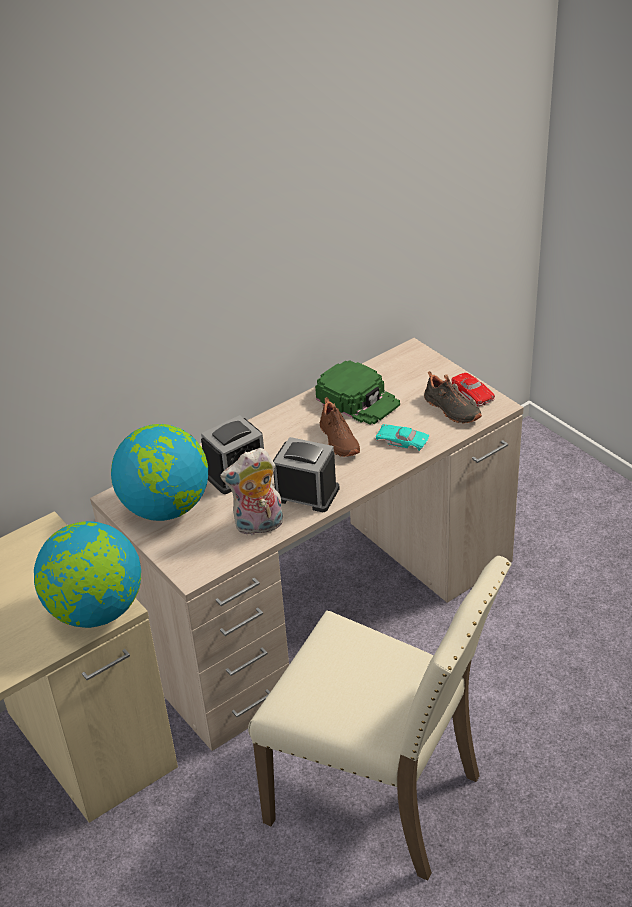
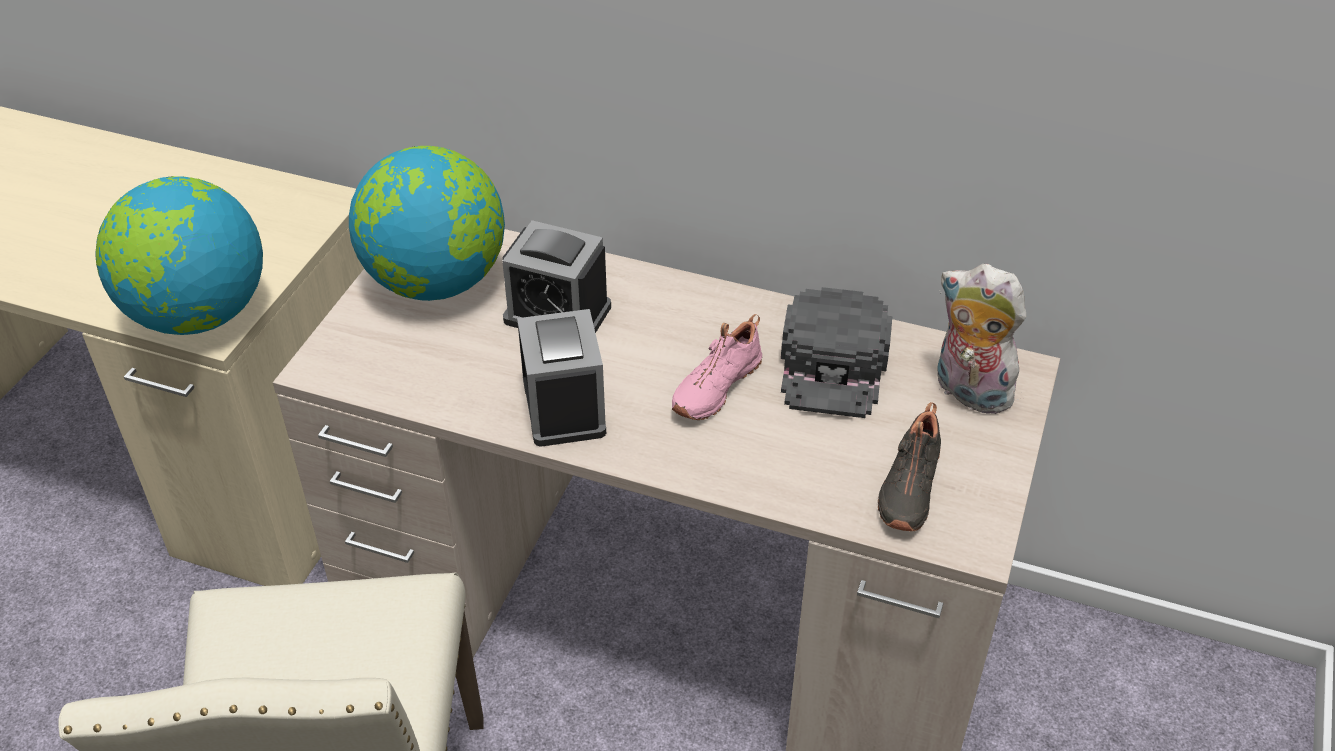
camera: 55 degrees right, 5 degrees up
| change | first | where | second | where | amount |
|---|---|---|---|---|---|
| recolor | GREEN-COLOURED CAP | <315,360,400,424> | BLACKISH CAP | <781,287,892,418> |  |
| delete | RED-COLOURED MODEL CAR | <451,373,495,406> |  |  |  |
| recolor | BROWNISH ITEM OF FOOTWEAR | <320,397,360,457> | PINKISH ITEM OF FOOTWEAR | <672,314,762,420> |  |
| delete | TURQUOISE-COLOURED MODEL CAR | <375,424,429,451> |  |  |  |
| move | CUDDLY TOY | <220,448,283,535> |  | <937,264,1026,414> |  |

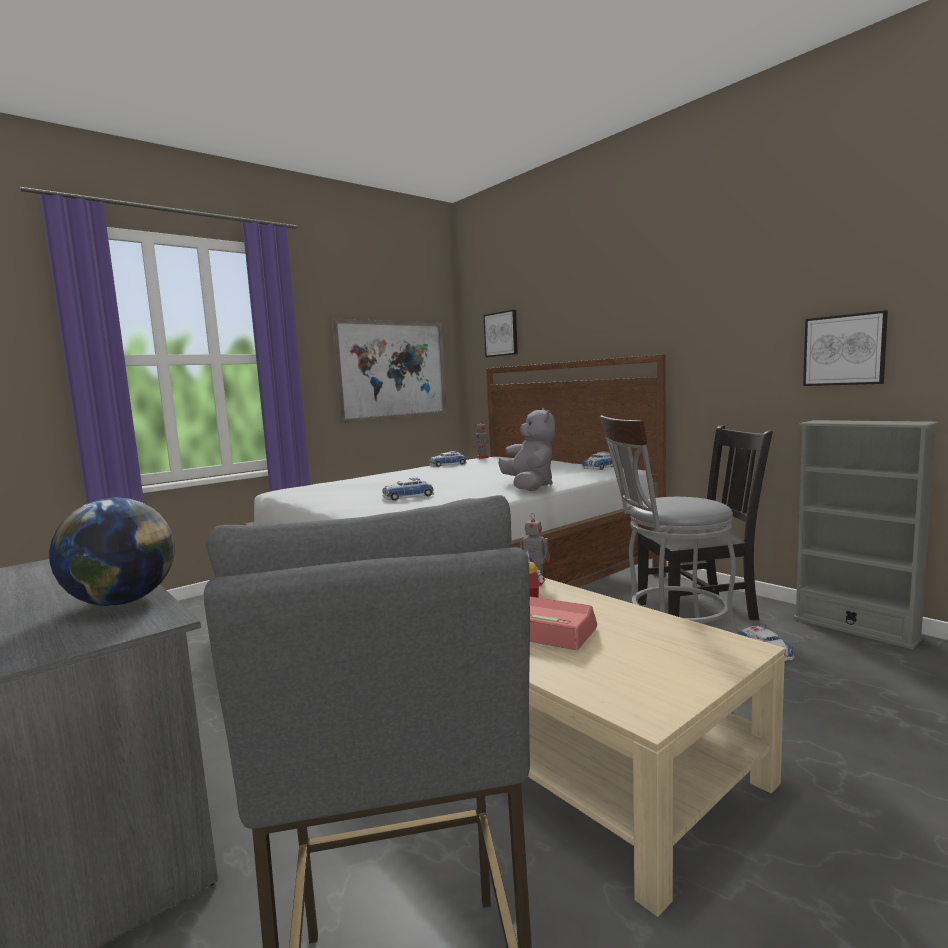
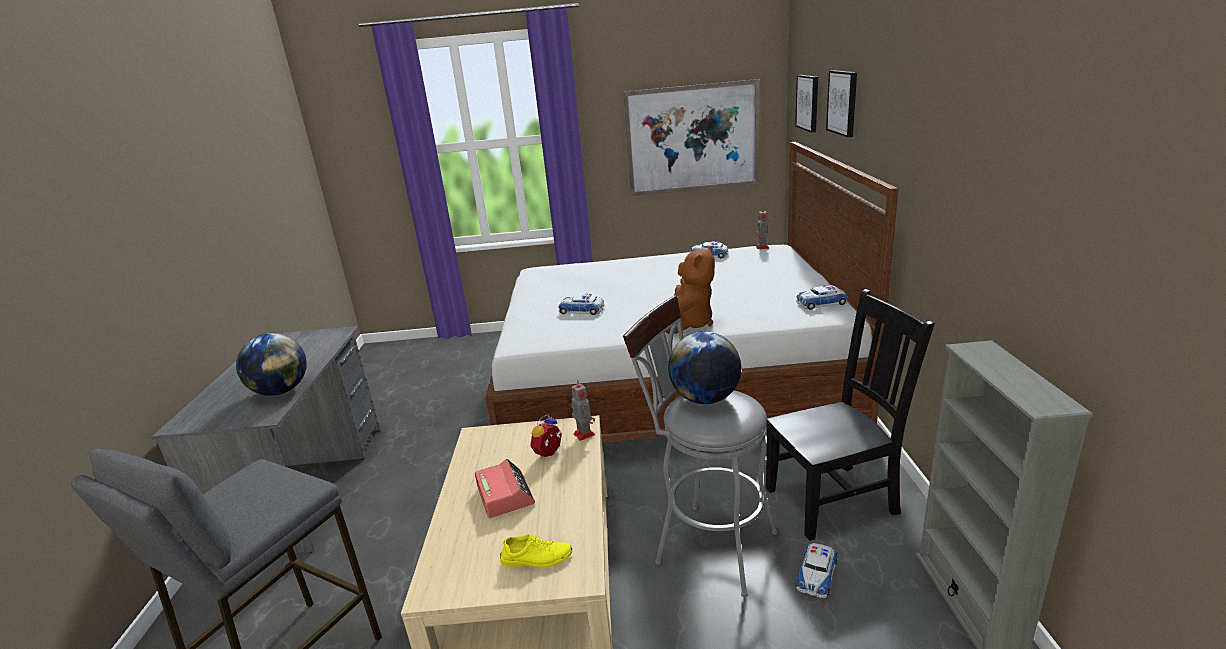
camera: 40 degrees right, 15 degrees up
| change | first | where | second | where | amount |
|---|---|---|---|---|---|
| move | WALL PICTURE | <803,310,888,386> |  | <826,70,857,137> |  |
| recolor | GREY CUDDLY TOY | <499,408,555,491> | BROWNISH CUDDLY TOY | <665,246,715,334> |  |
| rotate | BLACKISH UPRIGHT CHAIR | <637,425,773,620> |  | <766,289,935,541> | 45 degrees counterclockwise |
| insert |  |  | WORLD GLOBE | <668,331,742,404> |  |
| insert |  |  | YELLOW ITEM OF FOOTWEAR | <500,534,572,568> |  |

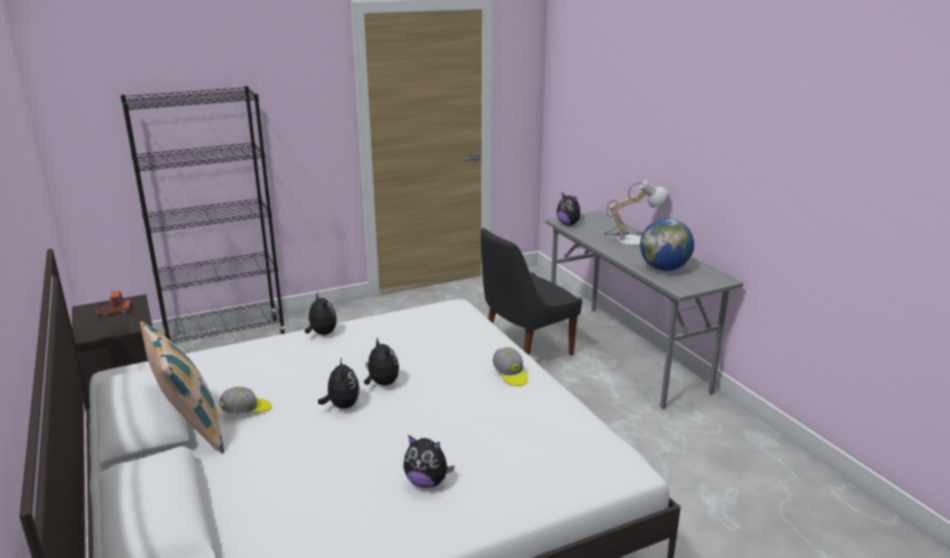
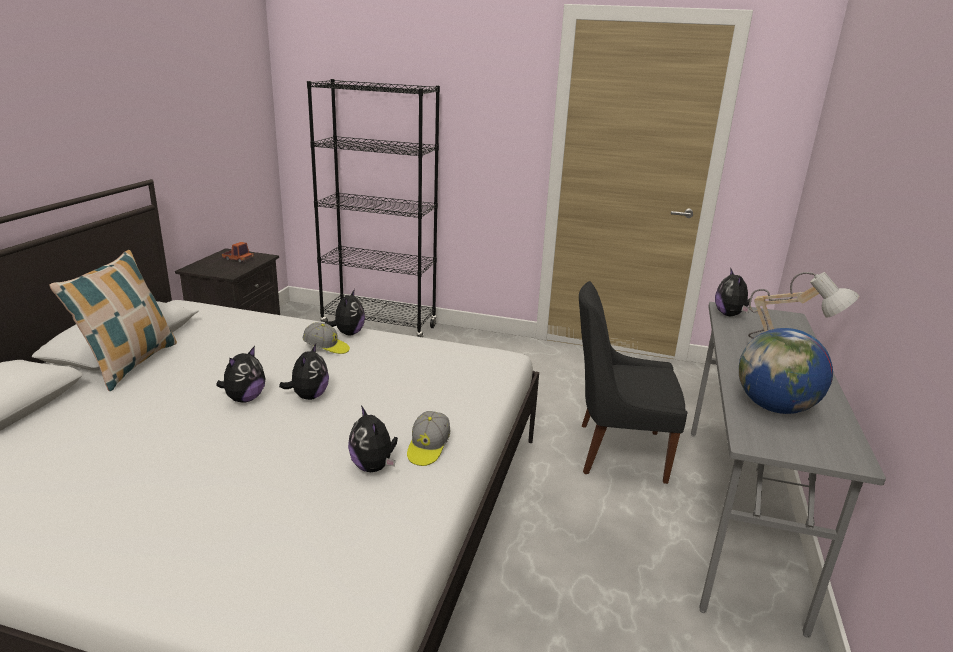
camera: 40 degrees right, 0 degrees up
| change | first | where | second | where | amount |
|---|---|---|---|---|---|
| move | CAP | <220,387,272,413> |  | <302,322,350,354> |  |
| move | CUDDLY TOY | <403,435,455,488> |  | <348,405,398,472> |  |

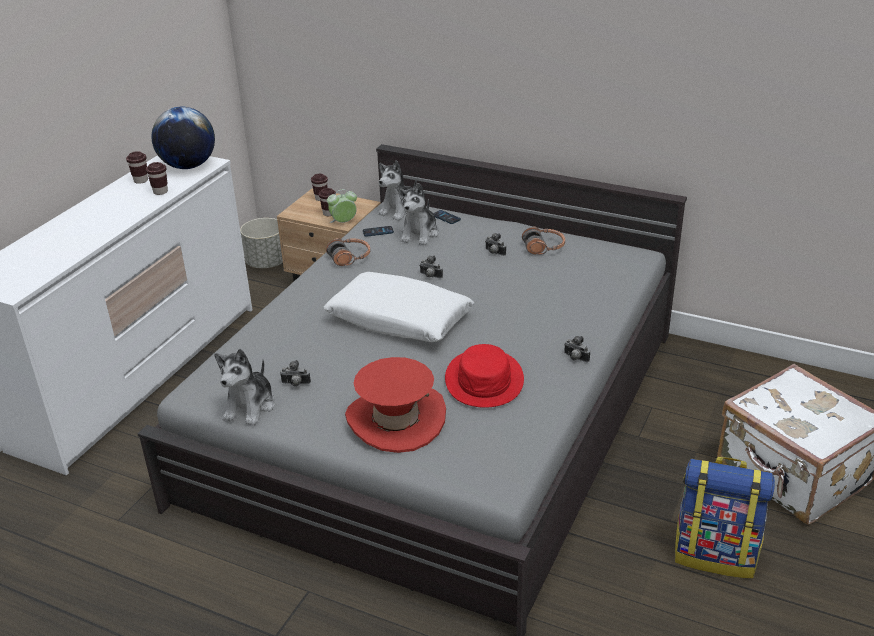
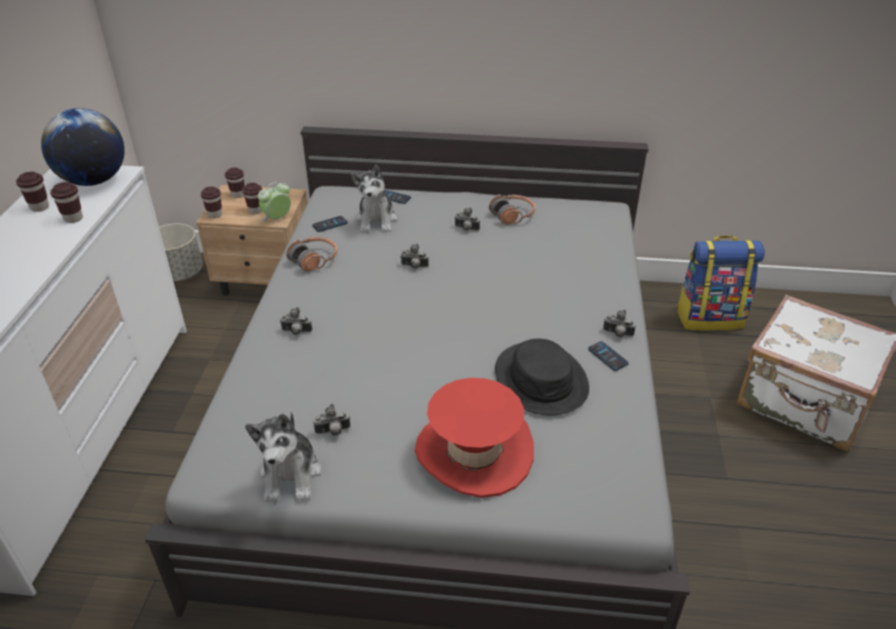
camera: 20 degrees left, 5 degrees up
| change | first | where | second | where | amount |
|---|---|---|---|---|---|
| delete | CUDDLY TOY | <378,160,417,221> |  |  |  |
| delete | WHITE CUSHION | <324,272,474,342> |  |  |  |
| recolor | RED-COLOURED WEARABLE HAT | <445,344,524,408> | BLACKISH WEARABLE HAT | <495,339,589,415> |  |
| move | BACKPACK | <675,457,775,578> |  | <676,236,765,331> |  |
| insert |  |  | BROWNISH CUP | <200,186,222,218> |  |
| insert |  |  | PHOTO CAMERA | <280,307,312,335> |  |
| insert |  |  | TELEPHONE | <588,341,629,371> |  |

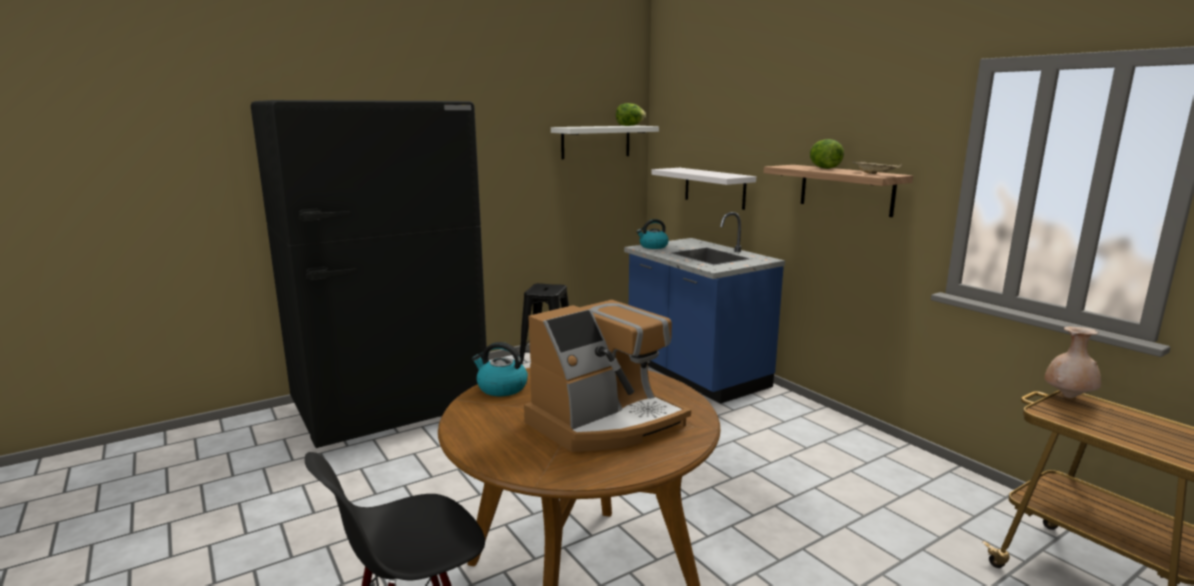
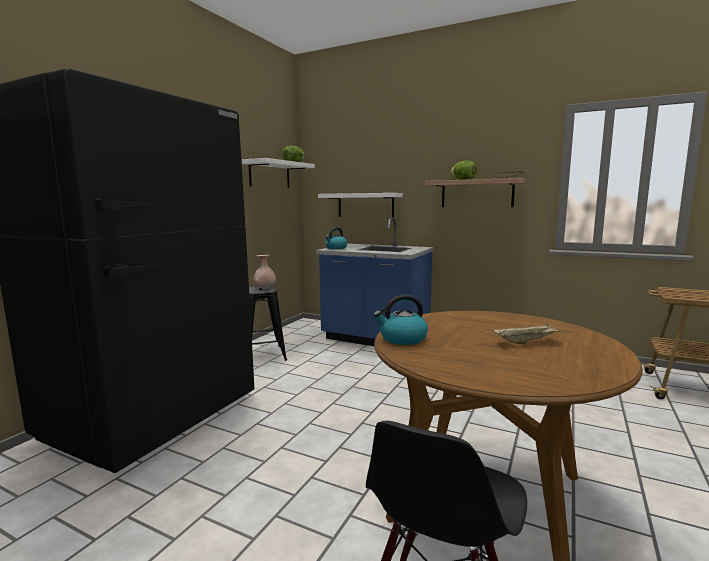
camera: 30 degrees left, 5 degrees down
| change | first | where | second | where | amount |
|---|---|---|---|---|---|
| replace | COFFEE MACHINE | <524,300,691,452> | BEIGE TRAY | <493,323,562,344> |  |
| move | BEIGE VASE | <1045,326,1101,398> |  | <253,255,276,289> |  |

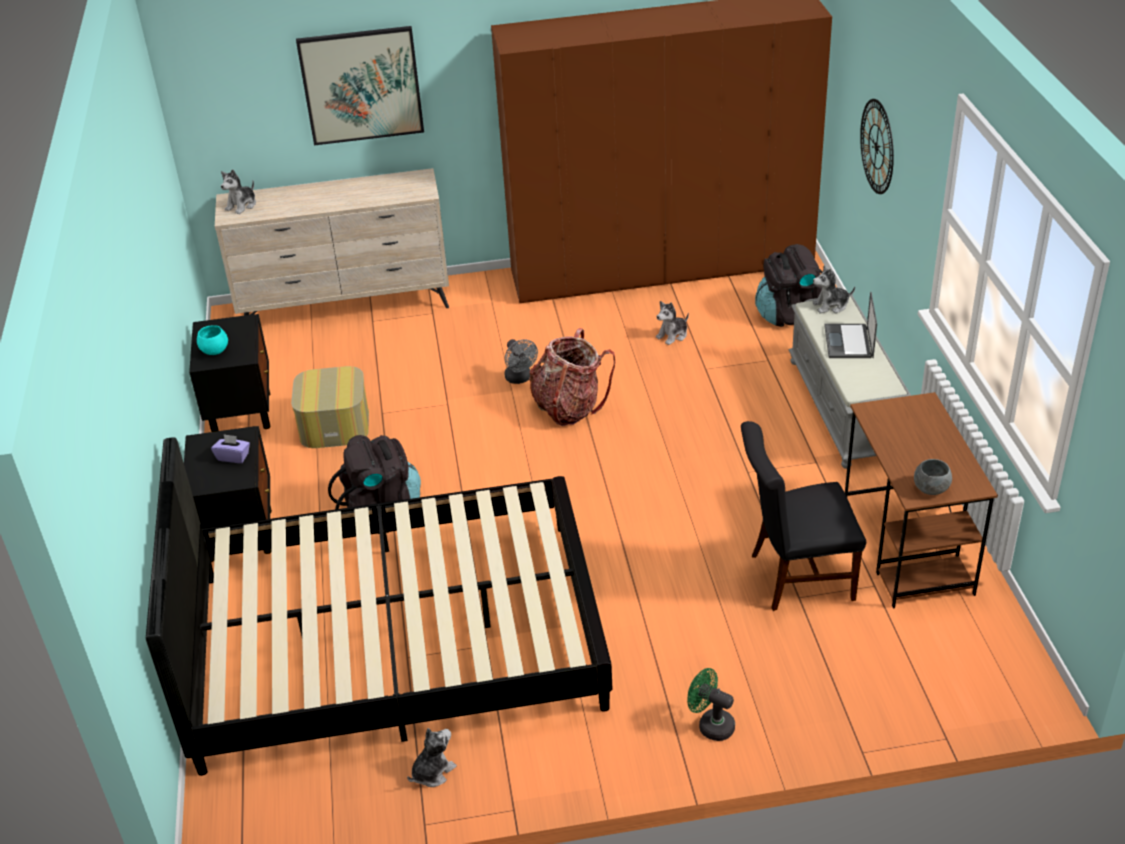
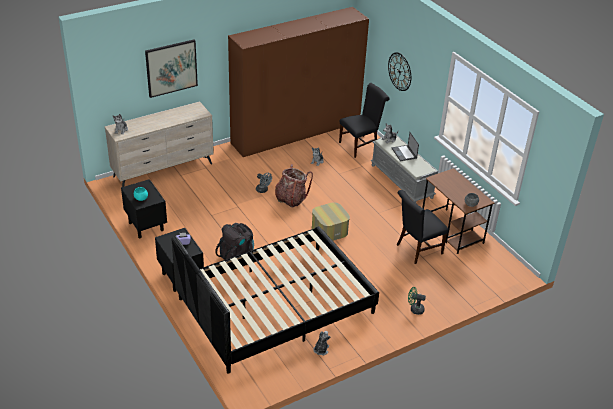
camera: 25 degrees left, 0 degrees up
| change | first | where | second | where | amount |
|---|---|---|---|---|---|
| replace | BLACKISH BACKPACK | <755,244,823,327> | BLACKISH UPRIGHT CHAIR | <339,83,390,158> |  |
| move | FOOTREST | <291,366,369,448> |  | <312,202,350,241> |  |

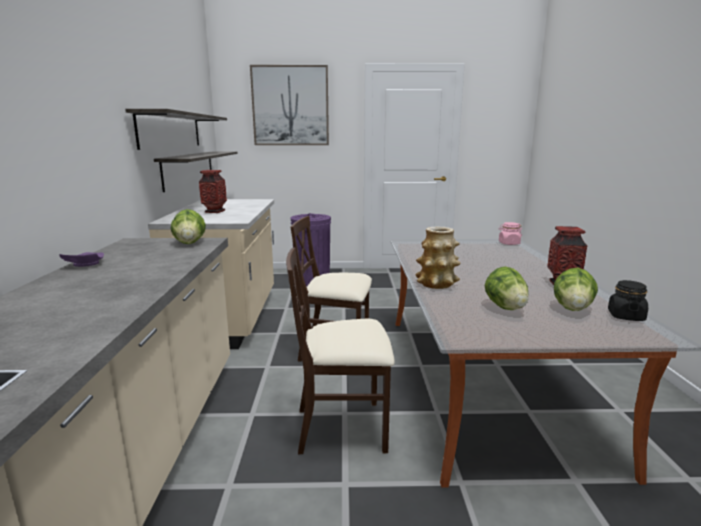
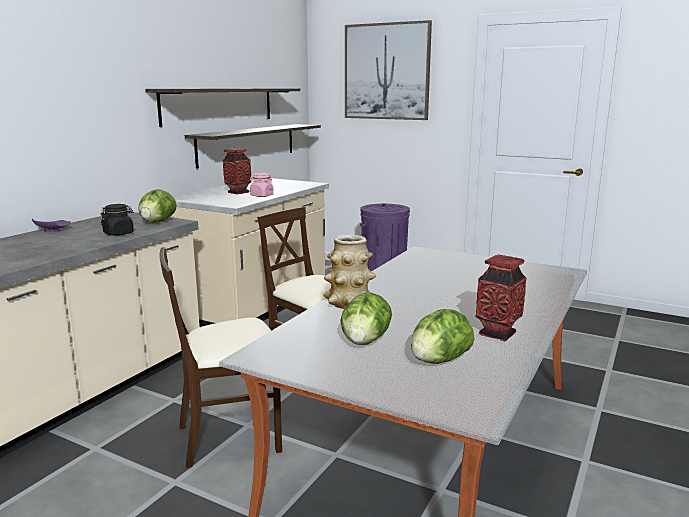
camera: 30 degrees right, 0 degrees up
| change | first | where | second | where | amount |
|---|---|---|---|---|---|
| move | PINKISH JAR | <498,222,522,245> |  | <250,173,274,197> |  |
| rotate | BEIGE UPRIGHT CHAIR | <286,247,395,454> |  | <159,247,282,468> | 45 degrees counterclockwise |
| move | BLACKISH JAR | <608,280,648,321> |  | <101,204,134,236> |  |

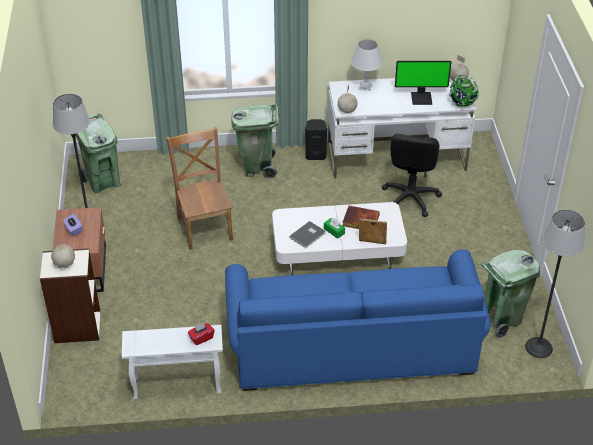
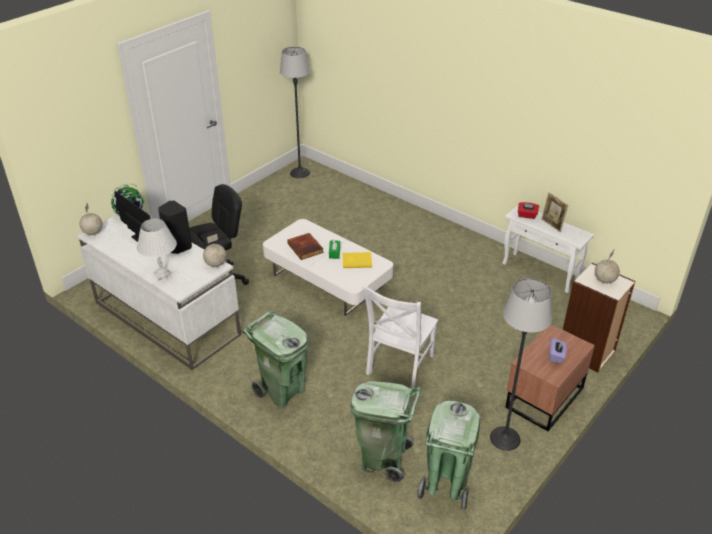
camera: 135 degrees left, 5 degrees down
| change | first | where | second | where | amount |
|---|---|---|---|---|---|
| move | BLACKISH LOUDSPEAKER | <305,119,327,160> |  | <158,201,192,254> |  |
| recolor | BROWNISH UPRIGHT CHAIR | <166,127,233,250> | WHITE UPRIGHT CHAIR | <362,285,438,388> |  |
| move | PICTURE FRAME | <359,219,387,244> |  | <542,193,568,232> |  |
| recolor | GREY BOUND BOOK | <289,221,325,248> | YELLOW BOUND BOOK | <342,252,372,268> |  |
| delete | BLUE COUCH | <225,249,491,391> |  |  |  |
| move | GREEN-COLOURED RUBBISH BIN | <481,250,540,338> |  | <350,381,421,483> |  |

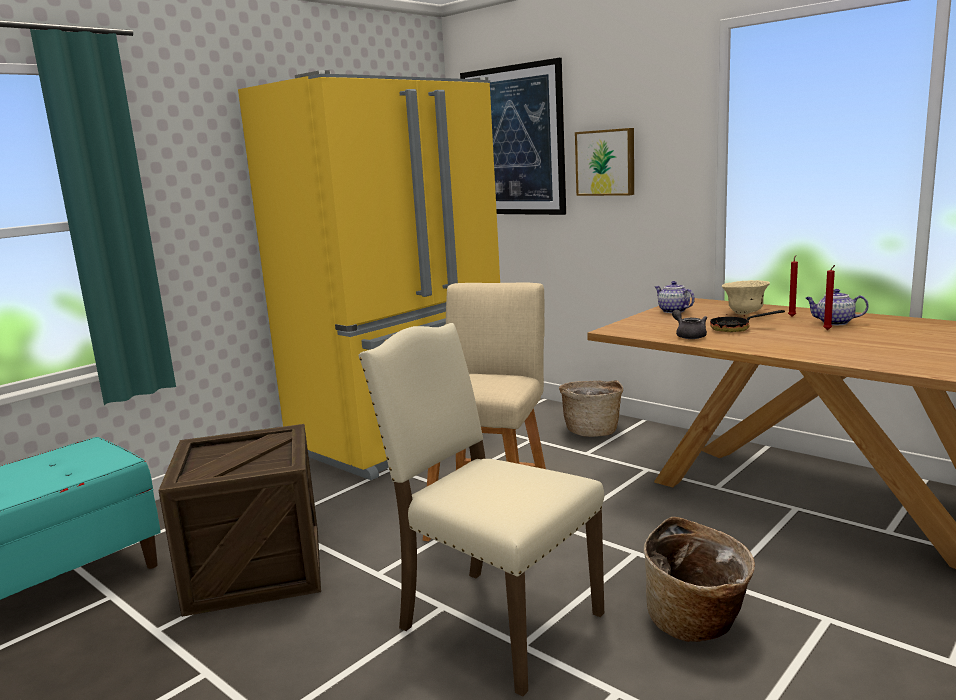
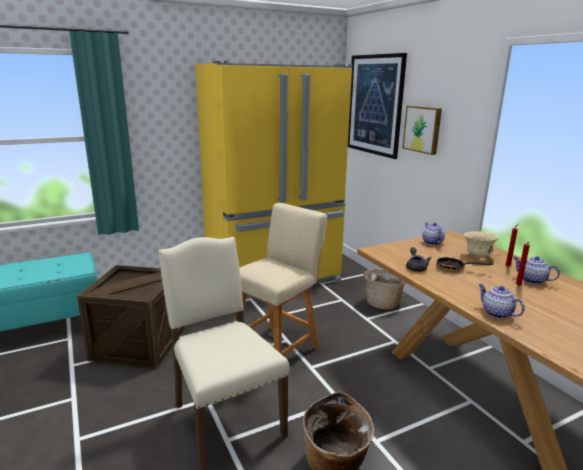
camera: 20 degrees right, 5 degrees up
| change | first | where | second | where | amount |
|---|---|---|---|---|---|
| insert |  |  | TEAPOT | <478,284,525,318> |  |

